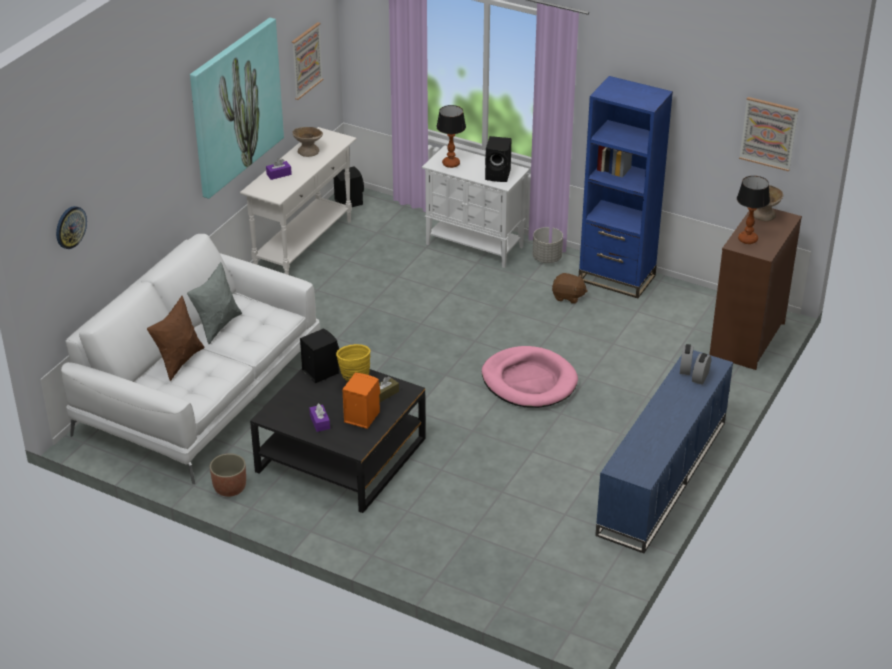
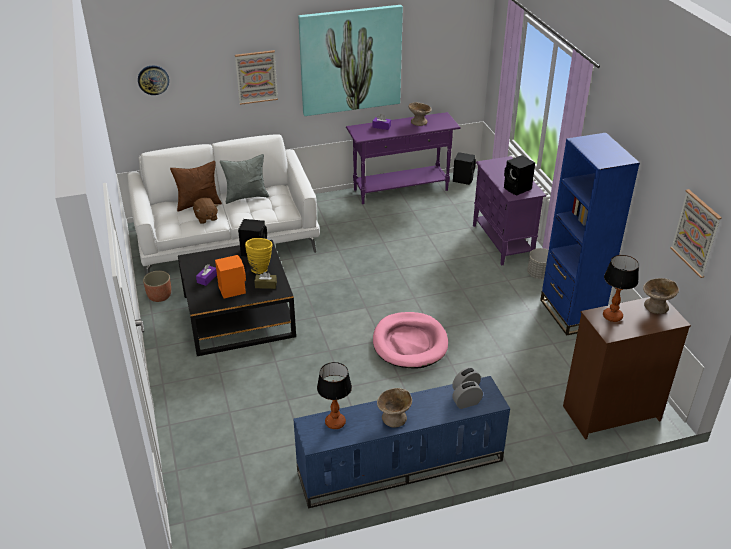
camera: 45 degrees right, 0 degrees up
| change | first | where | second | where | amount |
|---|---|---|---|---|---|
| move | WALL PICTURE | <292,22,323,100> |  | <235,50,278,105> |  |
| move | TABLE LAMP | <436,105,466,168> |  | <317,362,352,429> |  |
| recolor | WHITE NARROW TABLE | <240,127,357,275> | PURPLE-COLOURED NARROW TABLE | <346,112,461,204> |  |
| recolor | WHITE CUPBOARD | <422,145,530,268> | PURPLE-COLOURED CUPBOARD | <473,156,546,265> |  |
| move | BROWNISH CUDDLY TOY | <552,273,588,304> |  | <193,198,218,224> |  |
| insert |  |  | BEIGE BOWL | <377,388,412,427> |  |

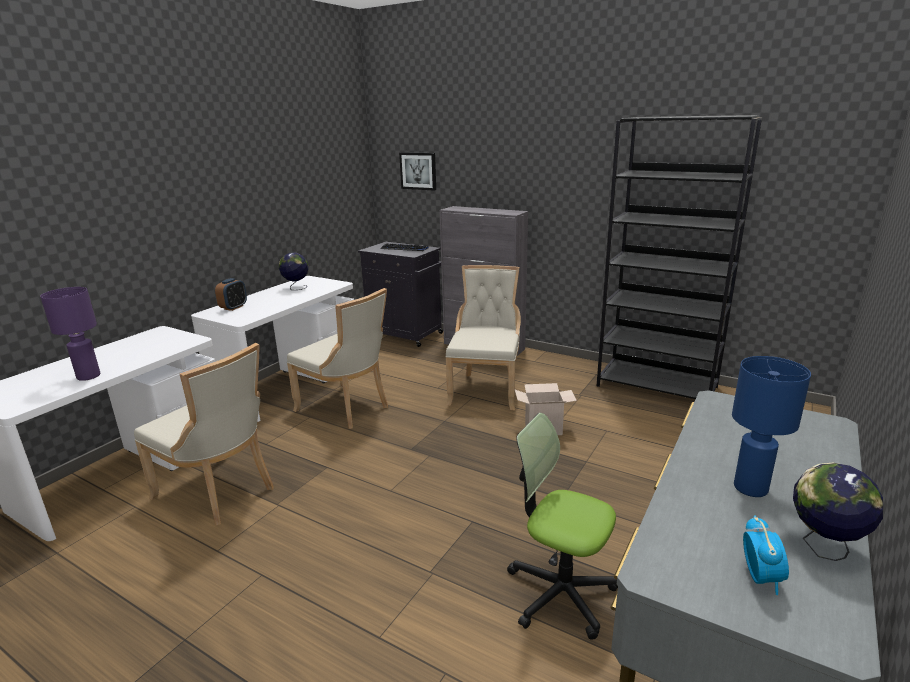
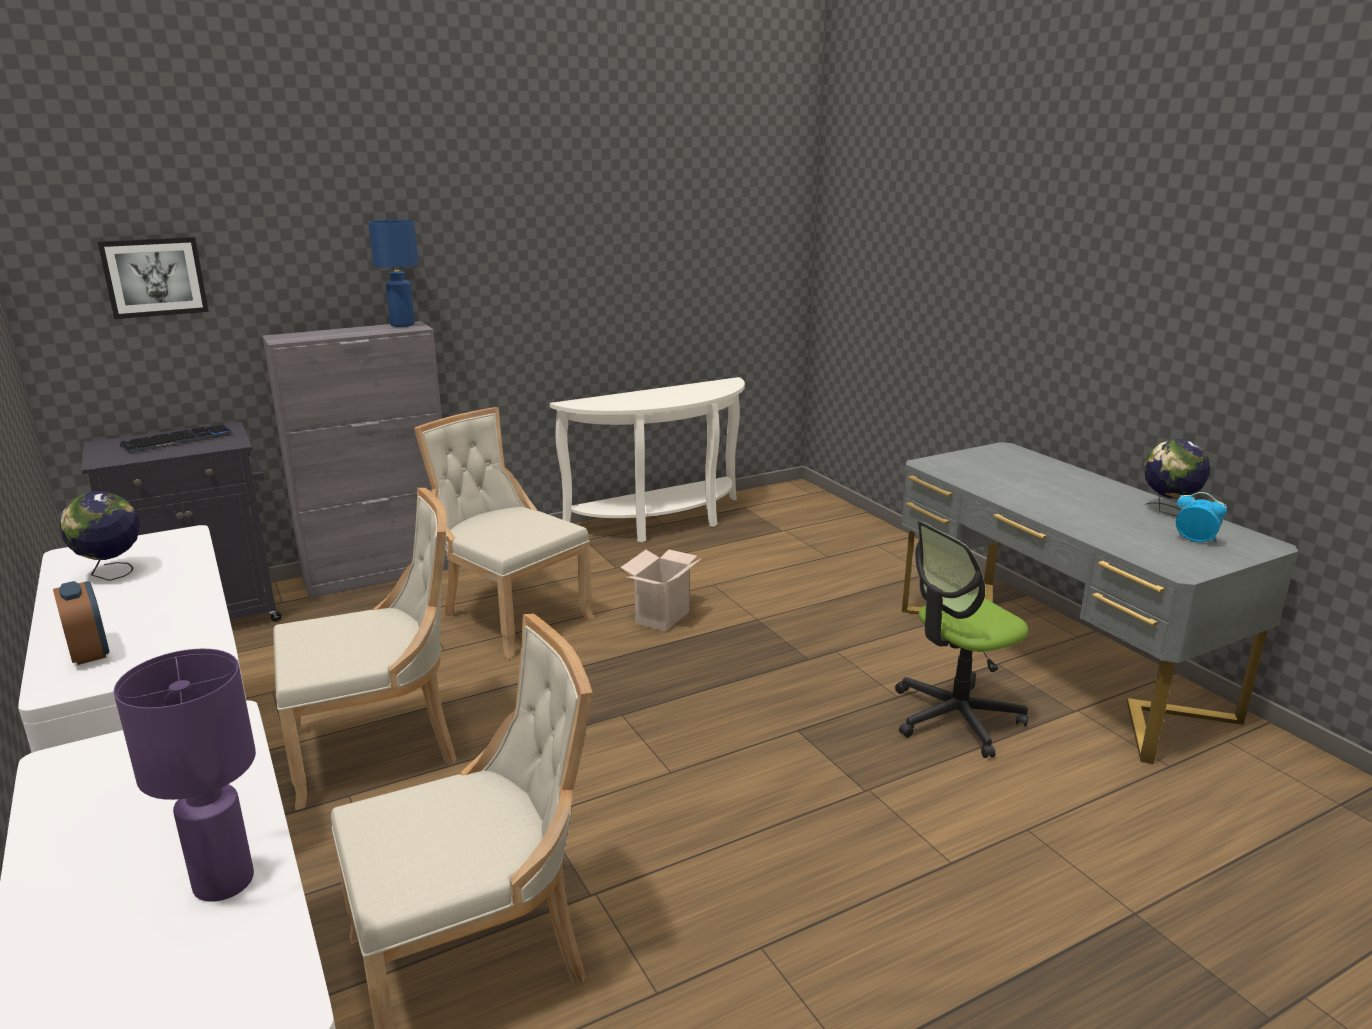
camera: 60 degrees left, 0 degrees up
| change | first | where | second | where | amount |
|---|---|---|---|---|---|
| replace | BLACKISH BOOKSHELF | <597,115,762,399> | WHITE NARROW TABLE | <550,377,745,542> |  |
| move | BLUE TABLE LAMP | <732,356,811,497> |  | <368,219,419,327> |  |

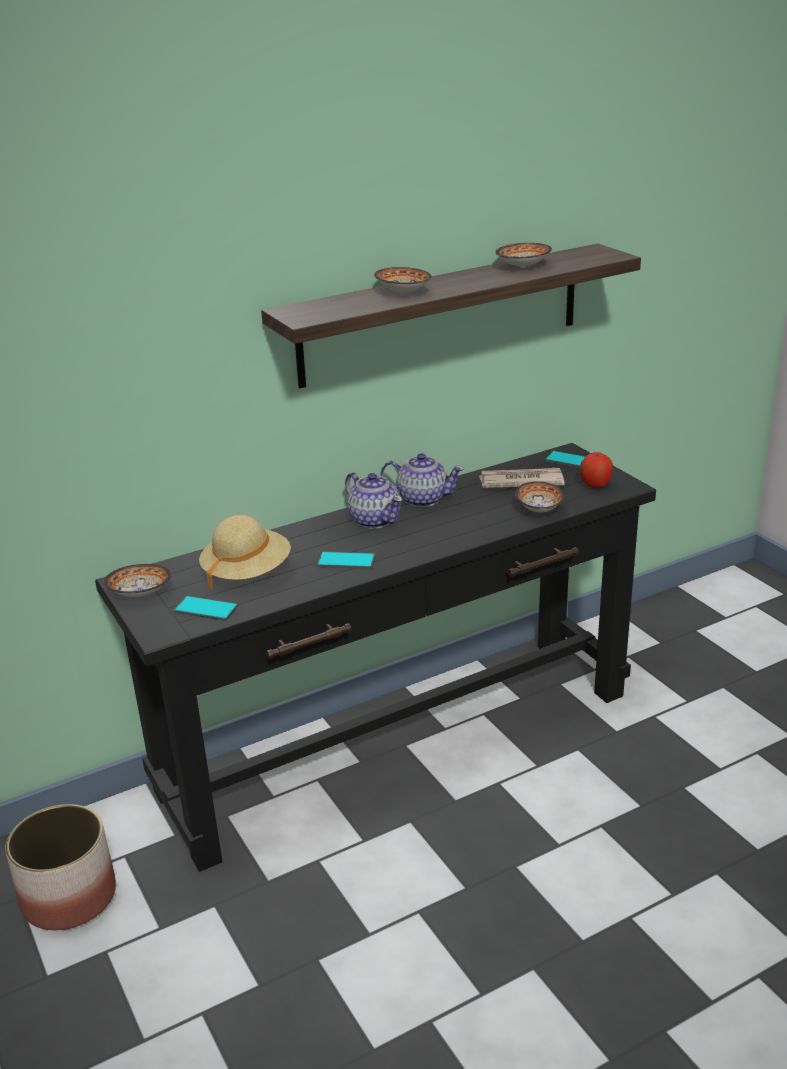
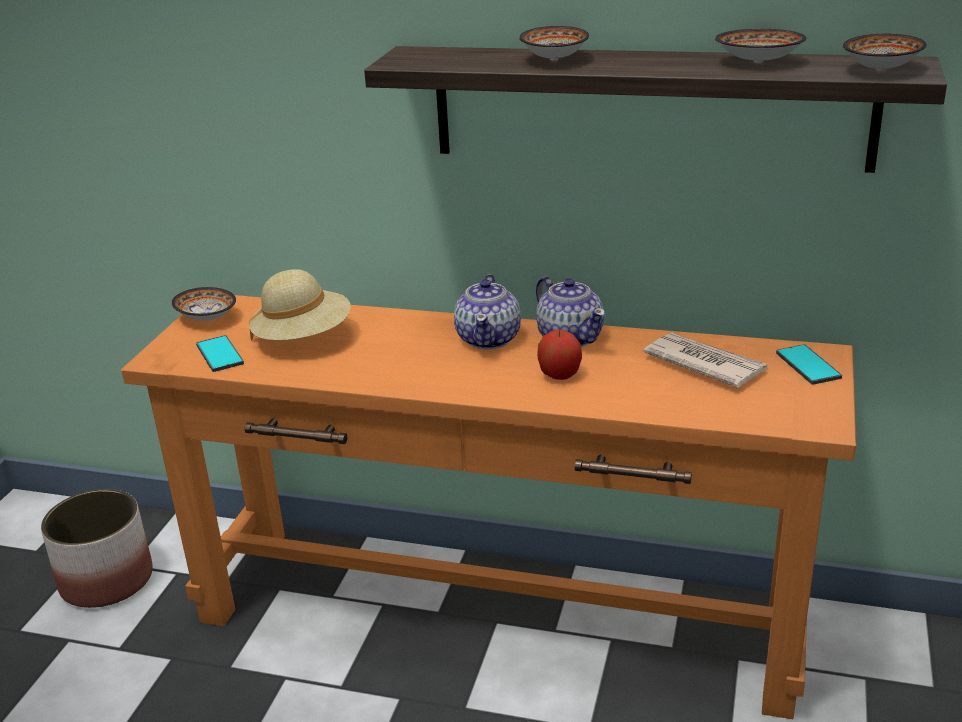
camera: 45 degrees right, 0 degrees up
| change | first | where | second | where | amount |
|---|---|---|---|---|---|
| recolor | BLACKISH NARROW TABLE | <95,443,656,872> | ORANGEY NARROW TABLE | <121,295,857,719> |  |
| move | APPLE | <580,452,613,488> |  | <537,330,582,380> |  |
| move | BOWL | <515,481,564,512> |  | <843,34,926,71> |  |
| delete | TELEPHONE | <317,551,376,569> |  |  |  |

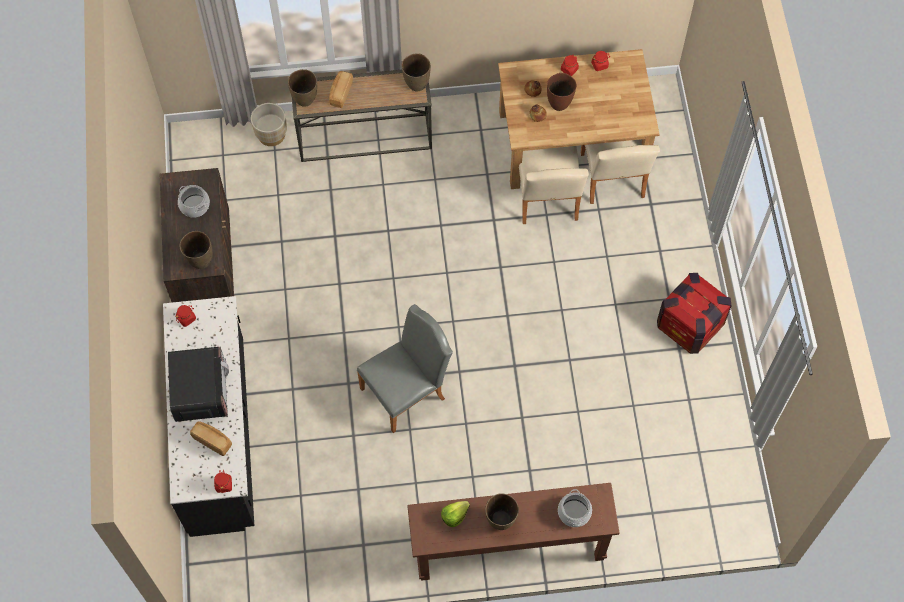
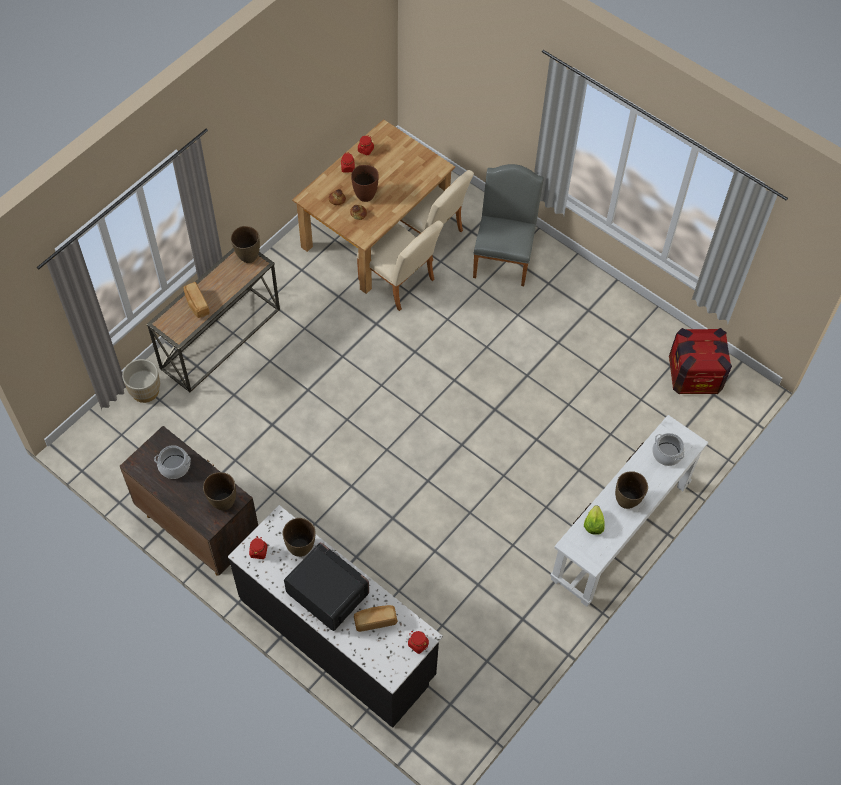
camera: 45 degrees left, 5 degrees down
| change | first | where | second | where | amount |
|---|---|---|---|---|---|
| move | BROWNISH VASE | <288,69,317,107> |  | <283,518,316,557> |  |
| move | SHIPPING CRATE | <657,273,732,354> |  | <669,328,732,394> |  |
| move | GREY UPRIGHT CHAIR | <357,304,453,433> |  | <473,164,544,286> |  |
| recolor | BROWNISH NARROW TABLE | <407,483,619,581> | WHITE NARROW TABLE | <550,415,708,607> |  |

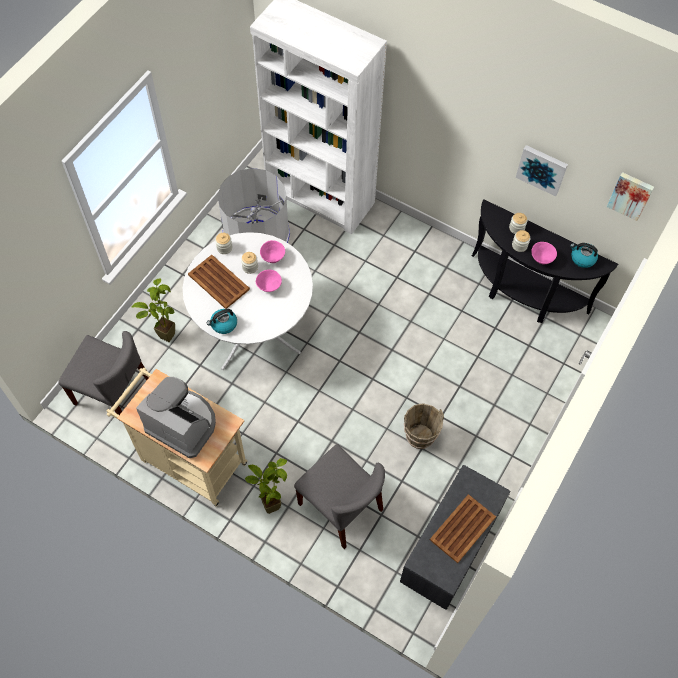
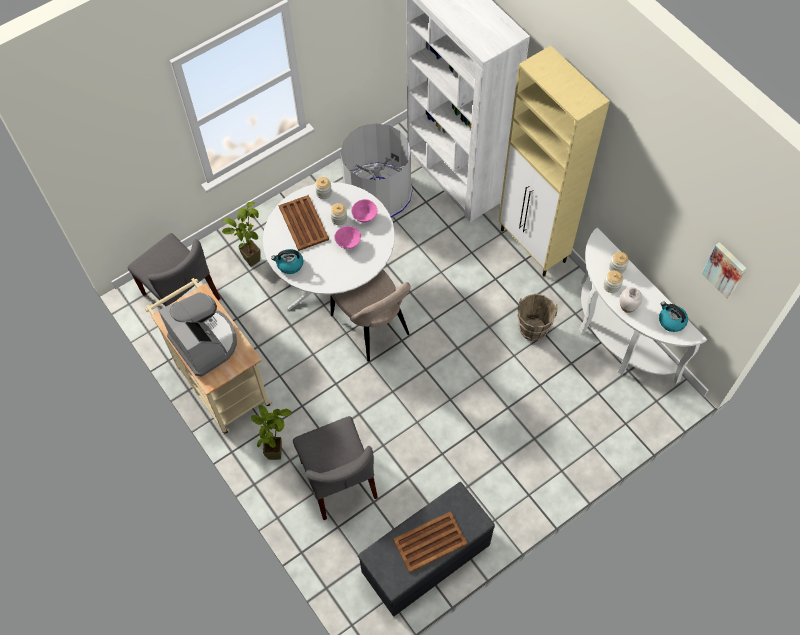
camera: 25 degrees right, 0 degrees up
| change | first | where | second | where | amount |
|---|---|---|---|---|---|
| delete | WALL PICTURE | <516,145,568,196> |  |  |  |
| recolor | BLACKISH NARROW TABLE | <472,199,618,323> | WHITE NARROW TABLE | <579,228,707,384> |  |
| replace | PINKISH BOWL | <531,242,557,264> | WHITE VASE | <620,287,642,313> |  |
| move | BROWNISH PAIL | <404,403,444,449> |  | <517,294,557,341> |  |
| insert |  |  | BEIGE CUPBOARD | <499,45,610,276> |  |
| insert |  |  | BEIGE UPRIGHT CHAIR | <330,269,411,362> |  |

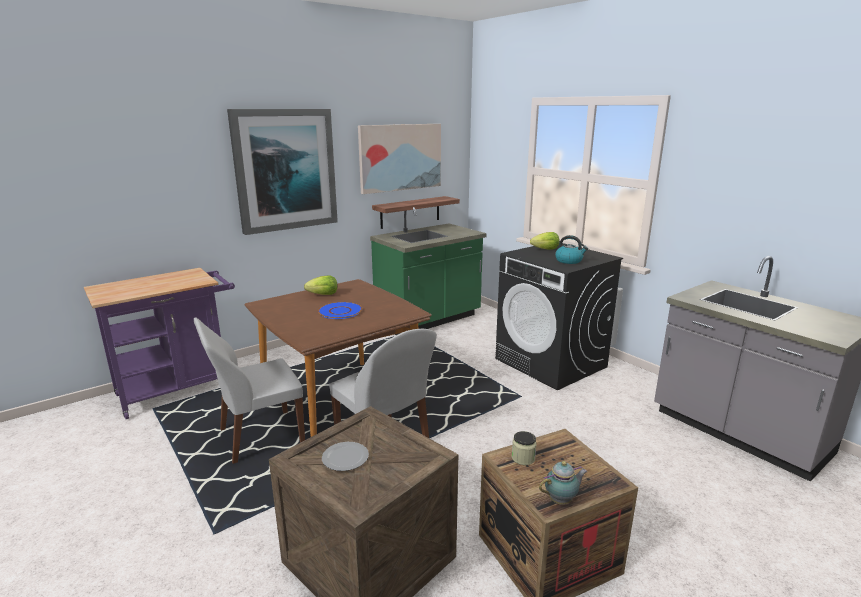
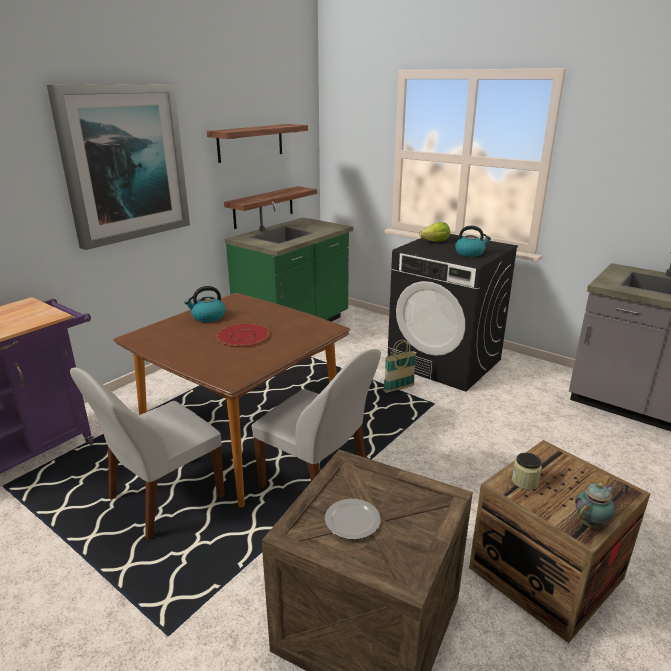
camera: 15 degrees left, 5 degrees up
| change | first | where | second | where | amount |
|---|---|---|---|---|---|
| replace | WALL PICTURE | <358,124,441,194> | SHELF | <207,124,308,163> |  |
| replace | LETTUCE HEAD | <304,276,337,295> | WATER KETTLE | <184,286,226,322> |  |
| recolor | BLUE PLATE | <318,302,362,319> | RED-COLOURED PLATE | <216,323,270,347> |  |
| insert |  |  | STORAGE BASKET | <383,339,417,393> |  |

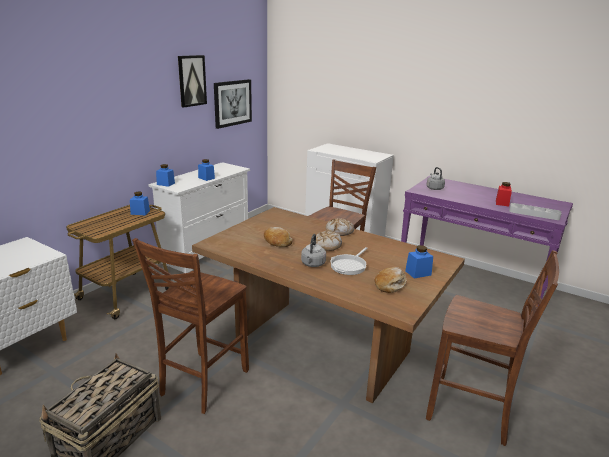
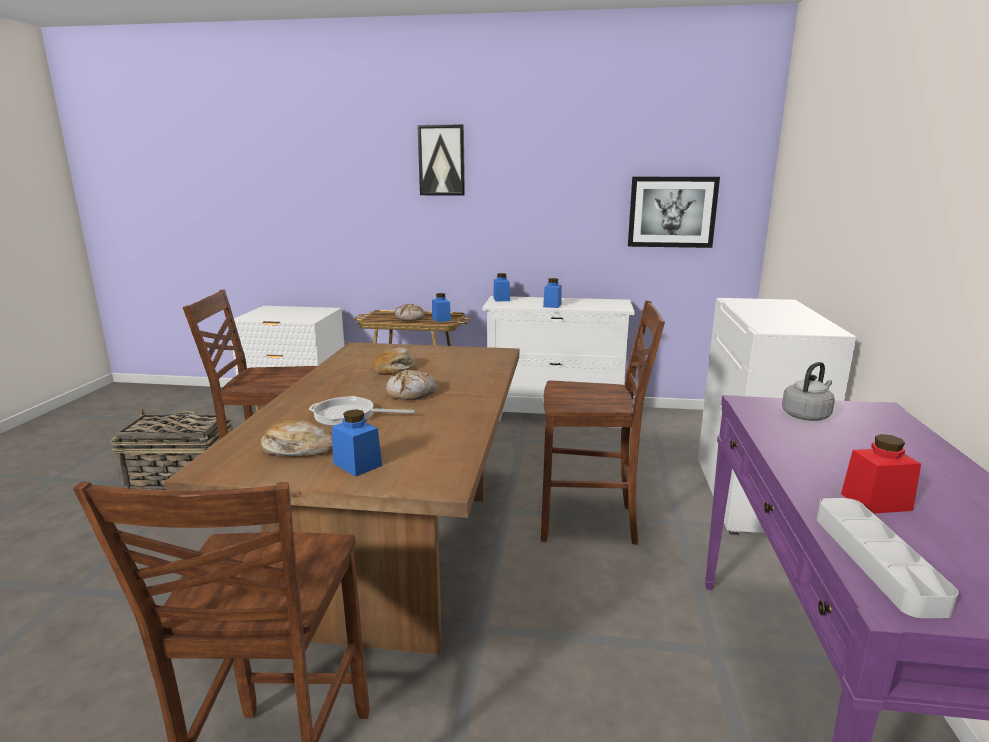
camera: 65 degrees right, 5 degrees down
| change | first | where | second | where | amount |
|---|---|---|---|---|---|
| move | WALL PICTURE | <178,55,207,108> |  | <417,125,465,196> |  |
| move | BREAD | <325,218,354,236> |  | <395,304,425,321> |  |
| delete | GREY WATER KETTLE | <301,234,326,267> |  |  |  |

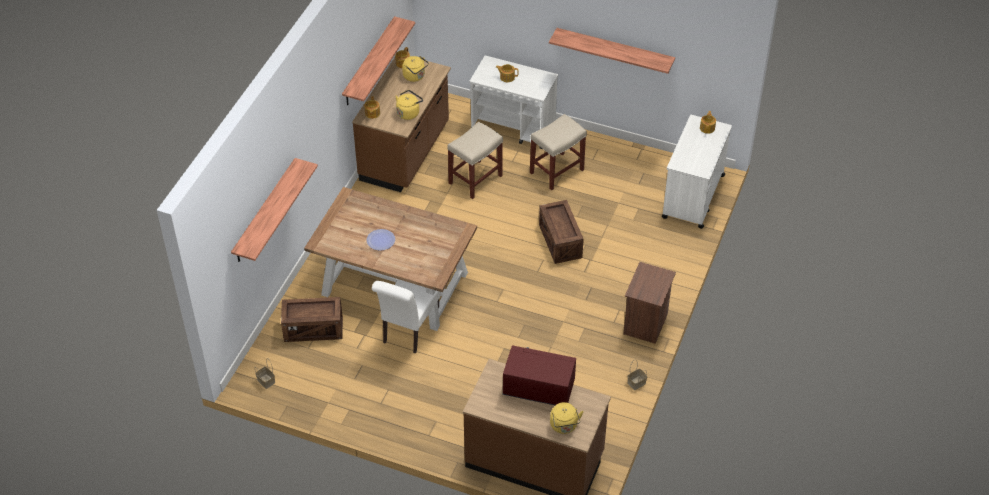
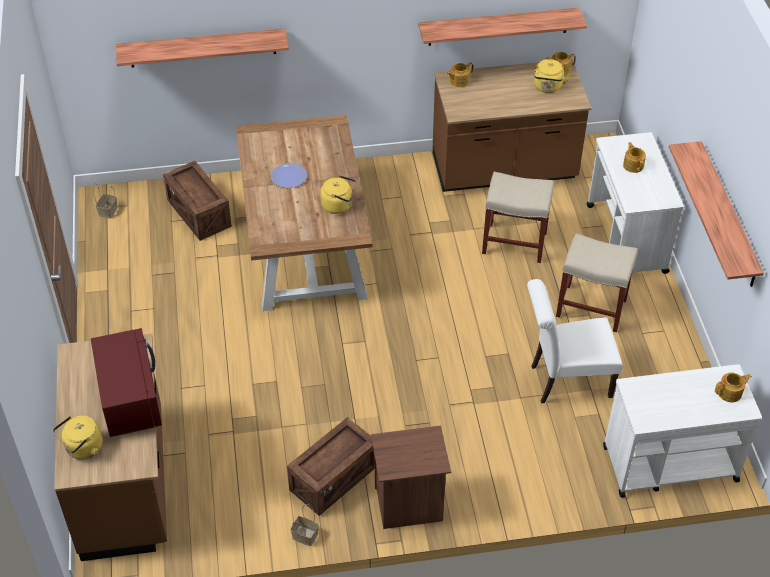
camera: 60 degrees right, 0 degrees up
| change | first | where | second | where | amount |
|---|---|---|---|---|---|
| move | YELLOW WATER KETTLE | <395,90,423,120> |  | <320,175,357,214> |  |
| move | SHIPPING CRATE | <539,200,584,264> |  | <287,417,375,516> |  |
| move | WHITE UPRIGHT CHAIR | <372,279,441,354> |  | <527,279,623,403> |  |

